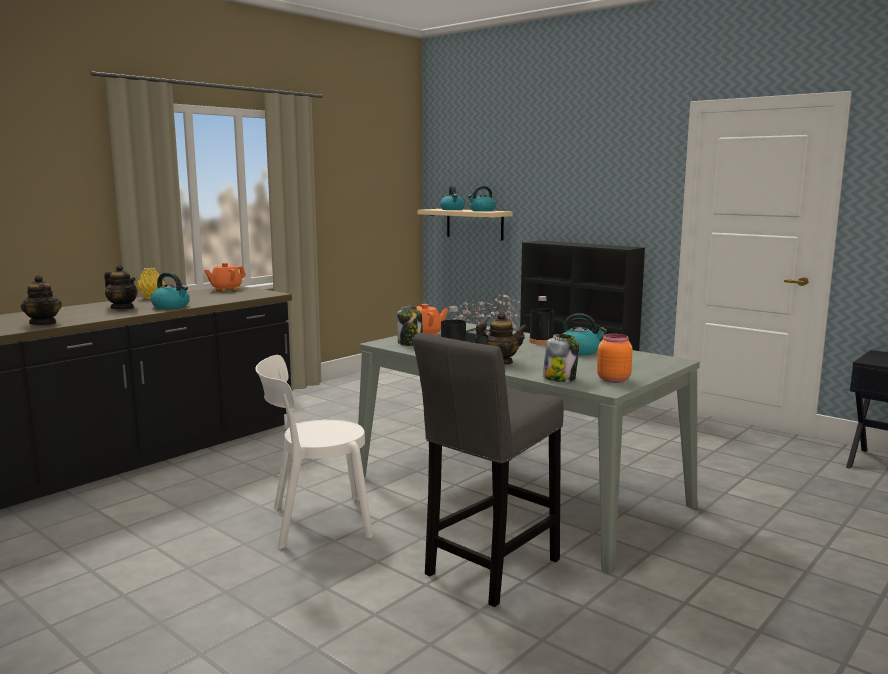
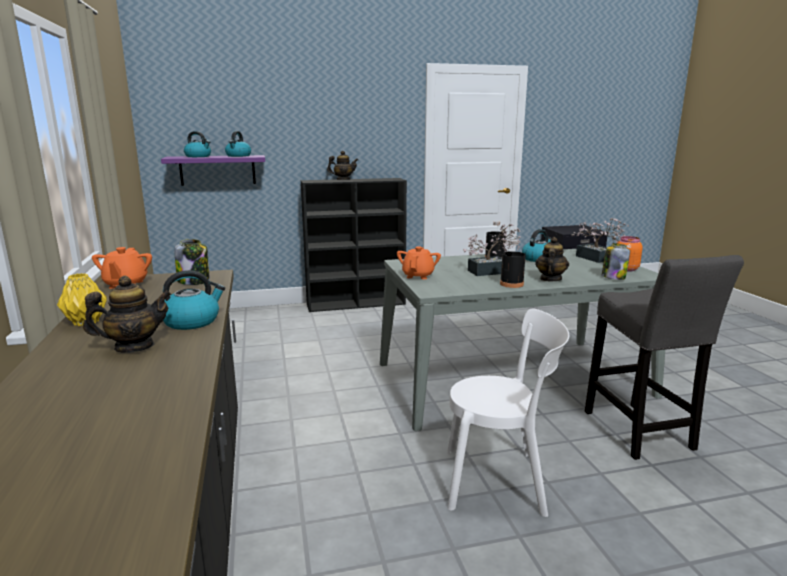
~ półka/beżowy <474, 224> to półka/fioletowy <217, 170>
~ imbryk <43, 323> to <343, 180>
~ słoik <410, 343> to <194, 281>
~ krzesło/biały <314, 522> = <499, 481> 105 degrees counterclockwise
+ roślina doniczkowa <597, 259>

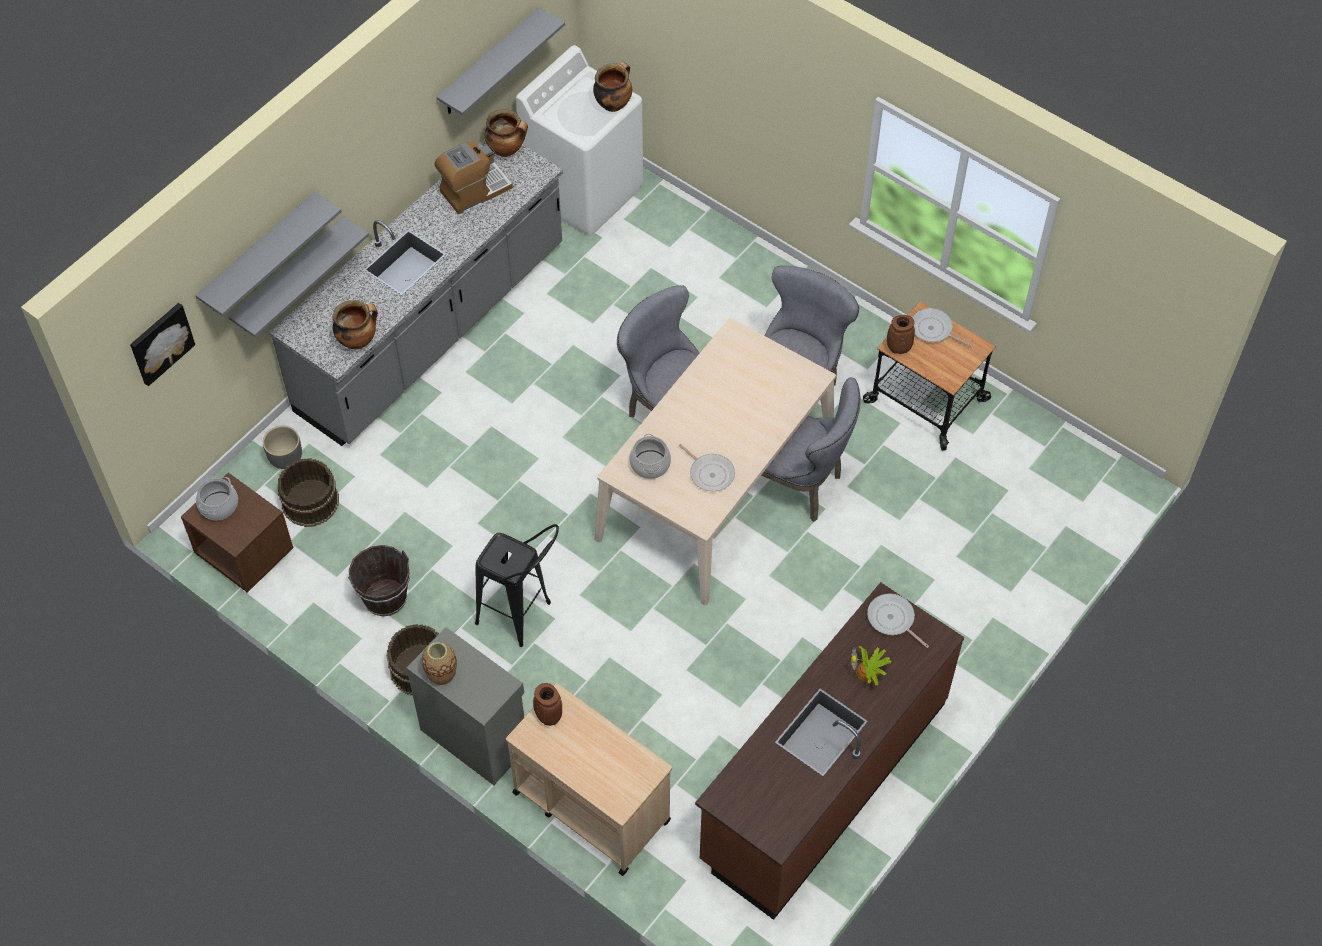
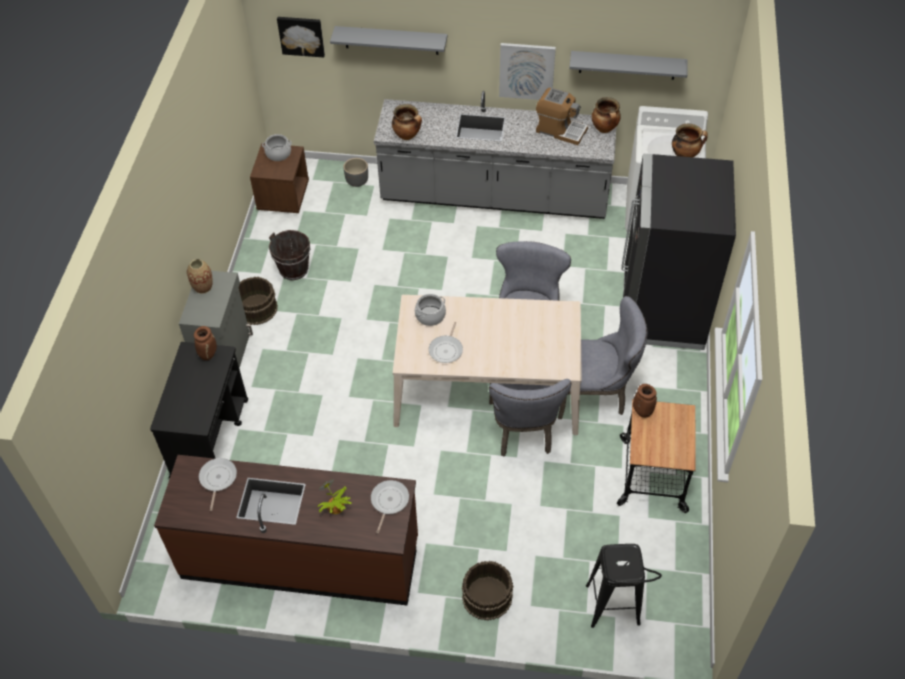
- półka/szary <289, 276>
~ patelnia <933, 330> to <217, 479>
~ wiadro/brązowy <309, 501> to <487, 596>
~ stołek/czarny <523, 618> to <614, 614>
~ wózek/beżowy <590, 806> to wózek/czarny <210, 437>
+ obraz <526, 71>
+ lodówka/czarny <662, 309>

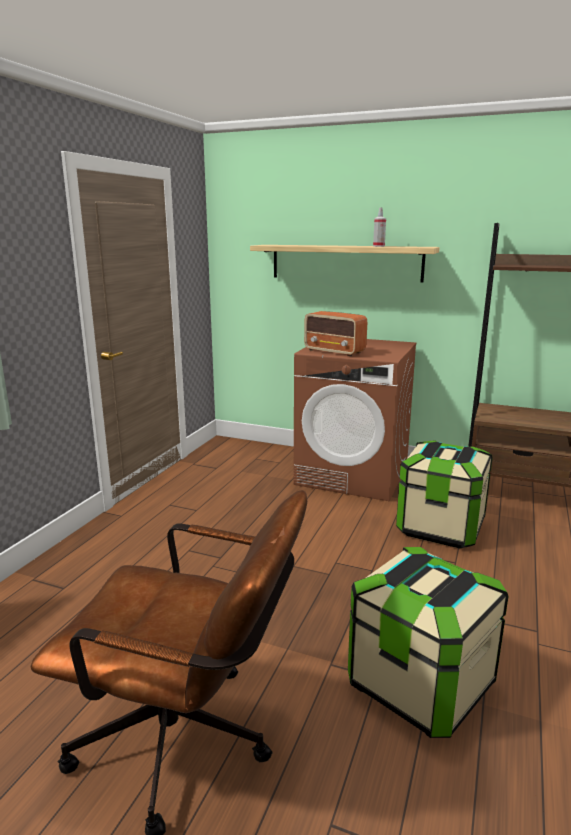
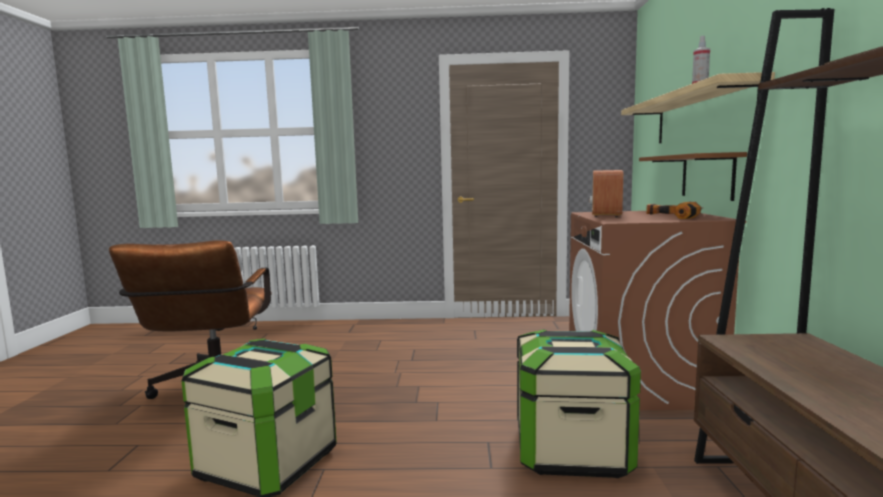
+ półka/brązowy <707, 176>
+ wiertarka <674, 217>

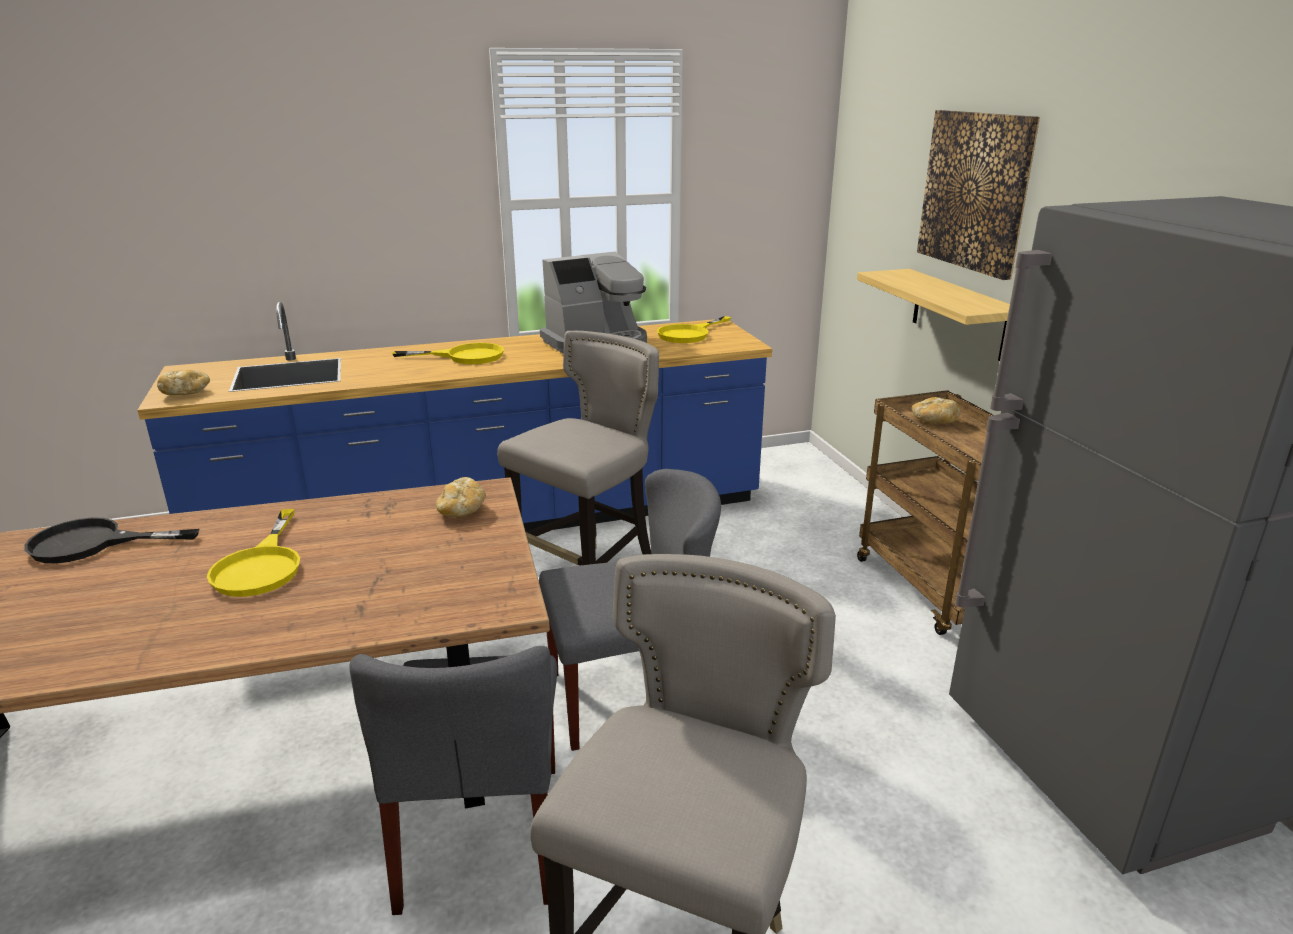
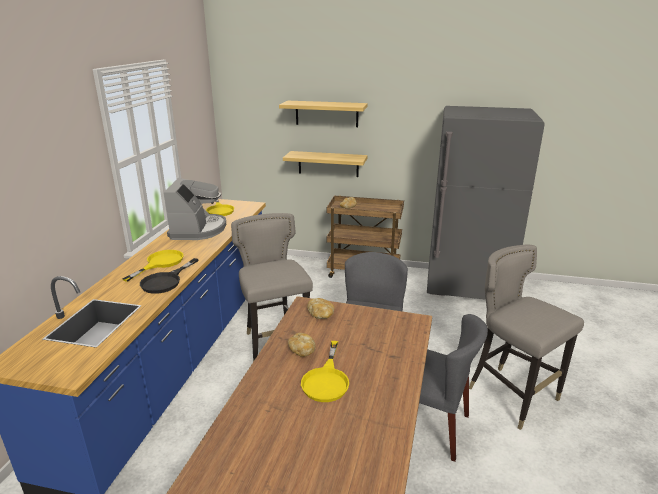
~ obraz <975, 191> to półka <326, 113>
~ chleb <186, 393> to <302, 350>
~ patelnia/żółty <261, 566> = <326, 380> 75 degrees clockwise
~ patelnia/czarny <92, 543> to <166, 281>

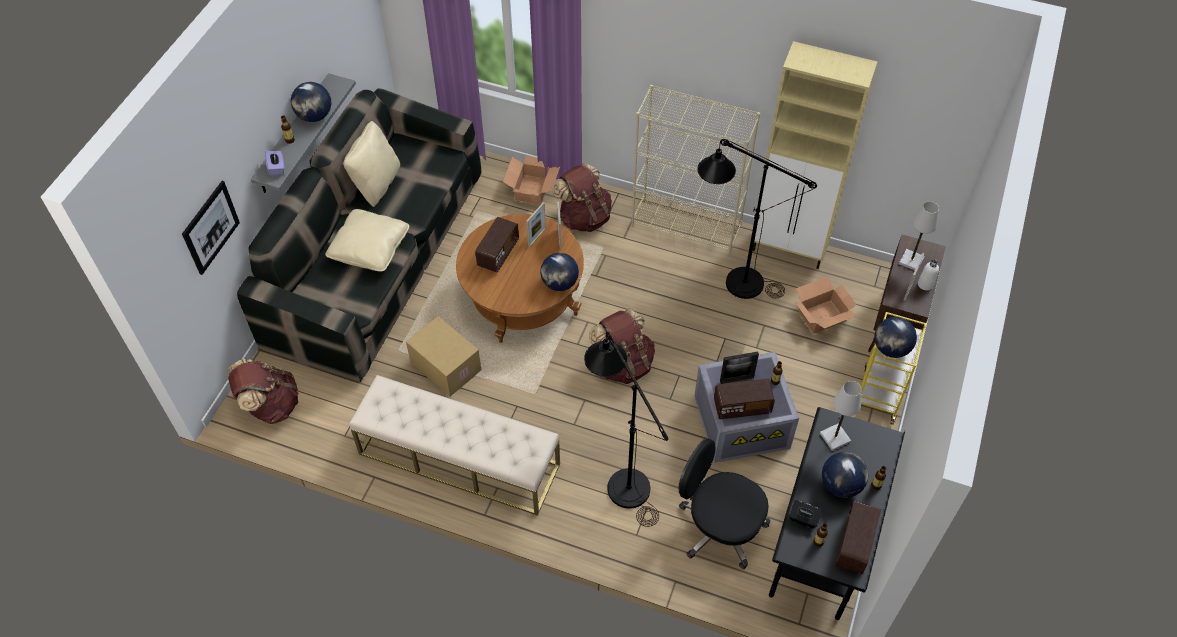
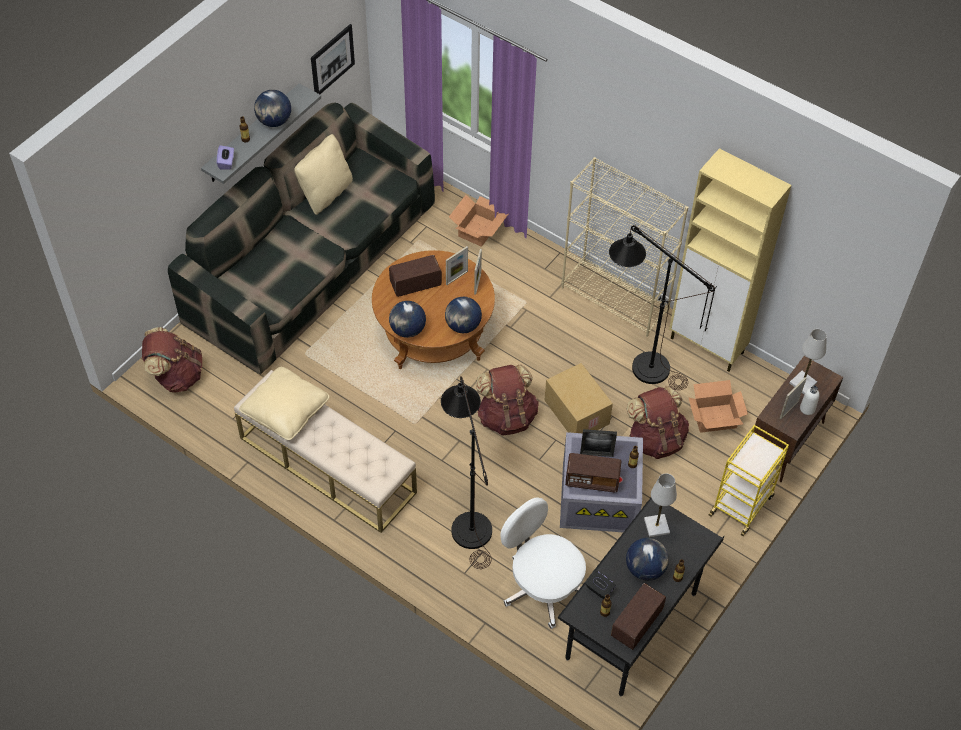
~ plecak/brązowy <584, 217> to <655, 439>
~ obraz <210, 227> to <332, 60>
~ poduszka/beżowy <370, 249> to <286, 411>
~ radio <498, 253> = <415, 284> 150 degrees counterclockwise
~ karton <444, 366> to <575, 412>
~ globus <890, 349> to <407, 330>
~ krzesło biurowe/czarny <719, 527> to krzesło biurowe/biały <542, 586>

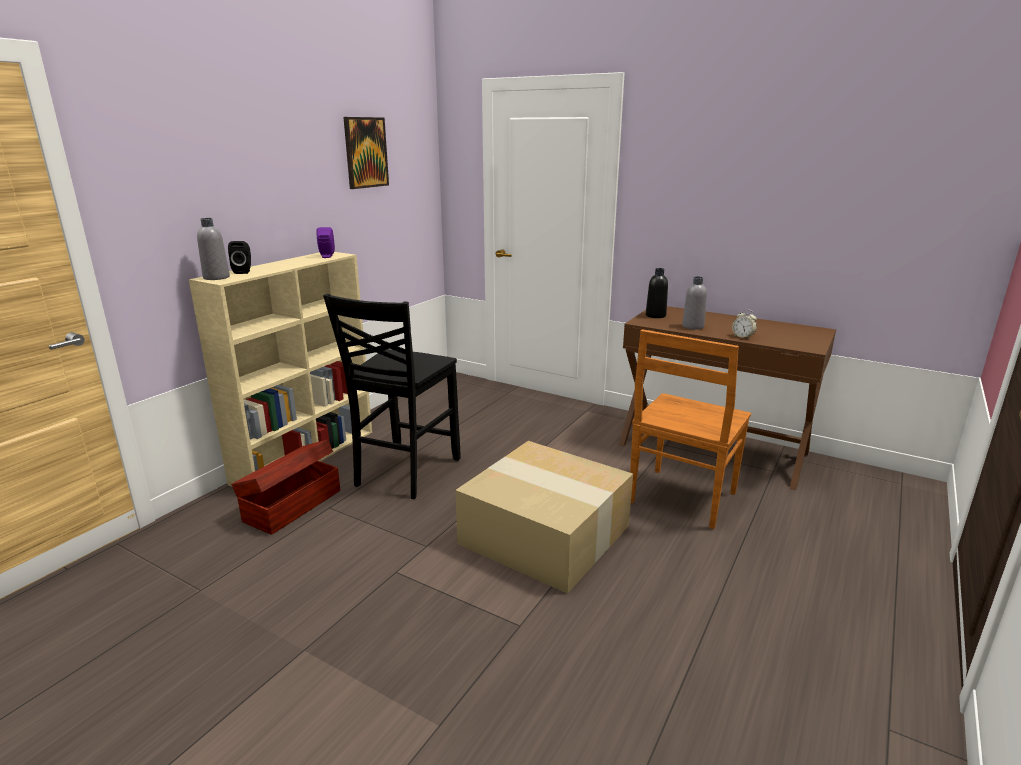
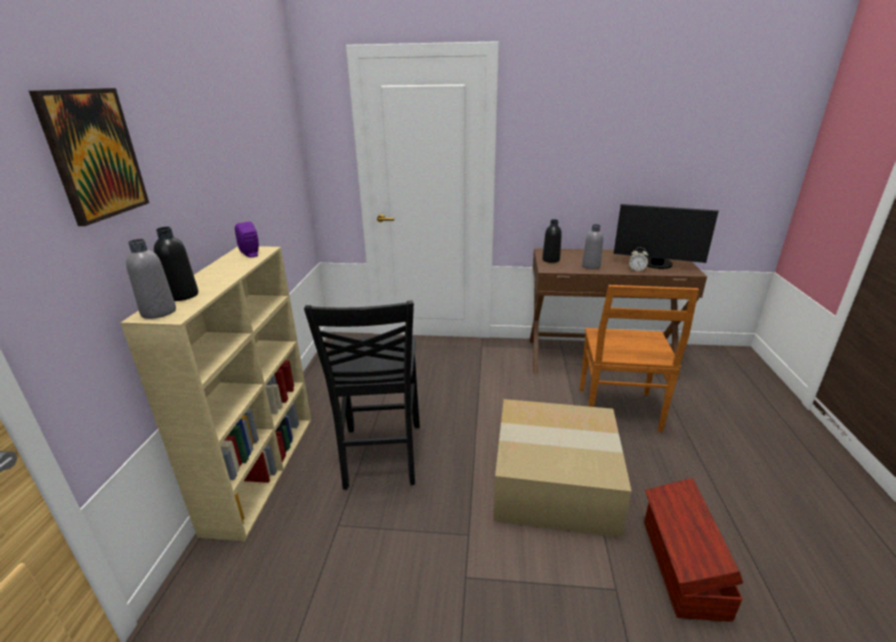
~ obraz <365, 152> to <94, 154>
~ głośnik/czarny <243, 271> to butelka/czarny <182, 295>
~ pojemnik do przechowywania/brązowy <291, 506> to <682, 567>
+ monitor <656, 265>

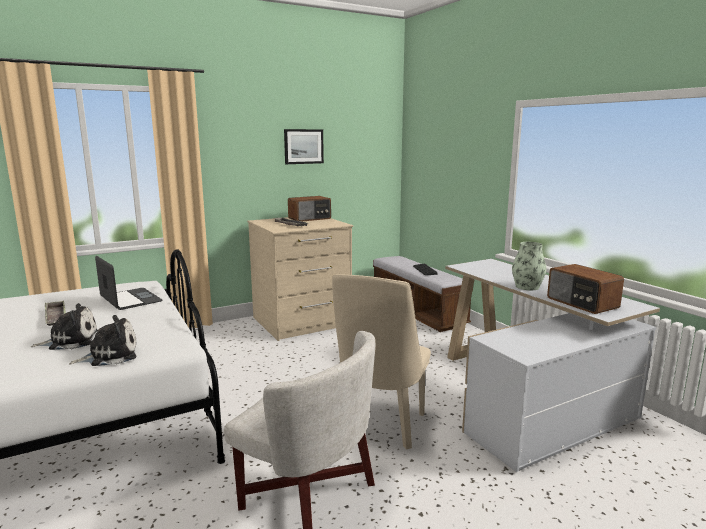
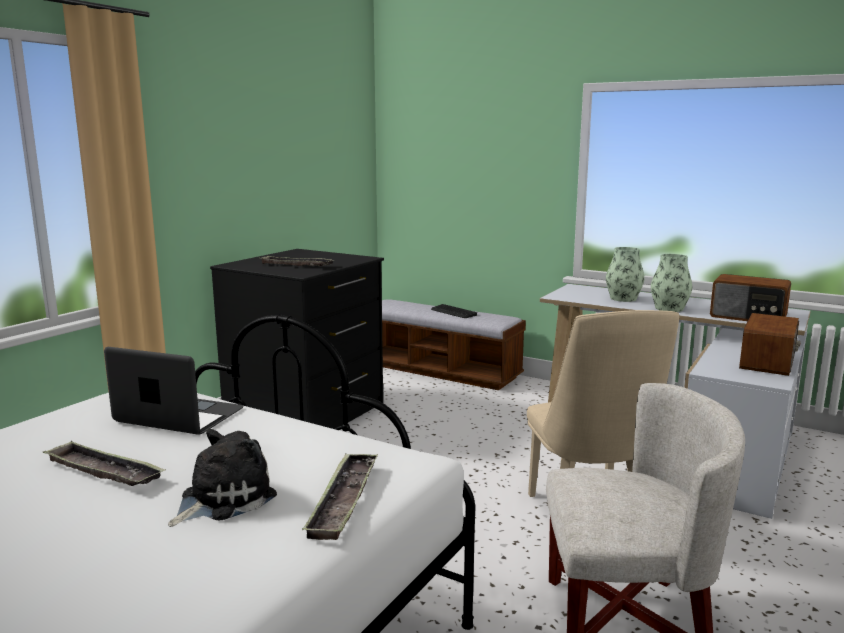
- obraz <303, 146>
~ radio <310, 218> to <768, 362>
~ komoda/beżowy <302, 322> to komoda/czarny <307, 414>
~ pluszak <110, 355> to taca <344, 500>
+ wazon <623, 298>

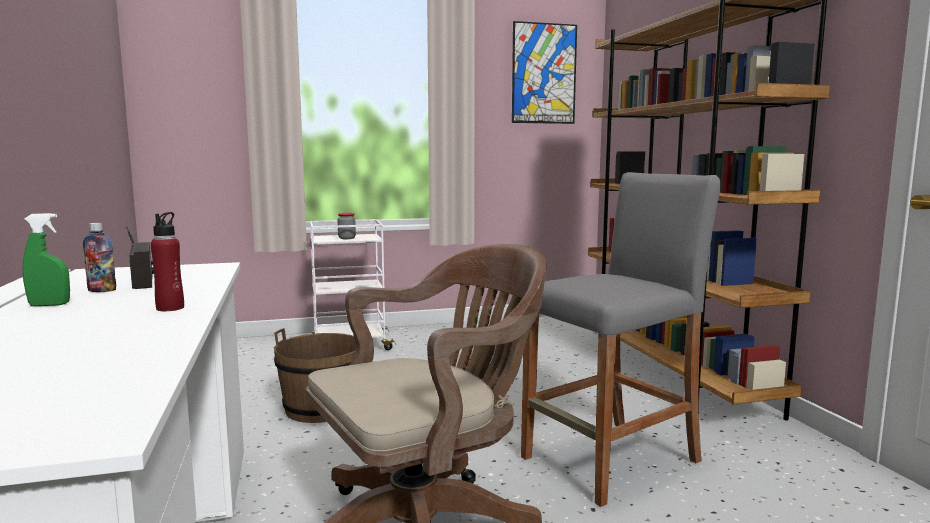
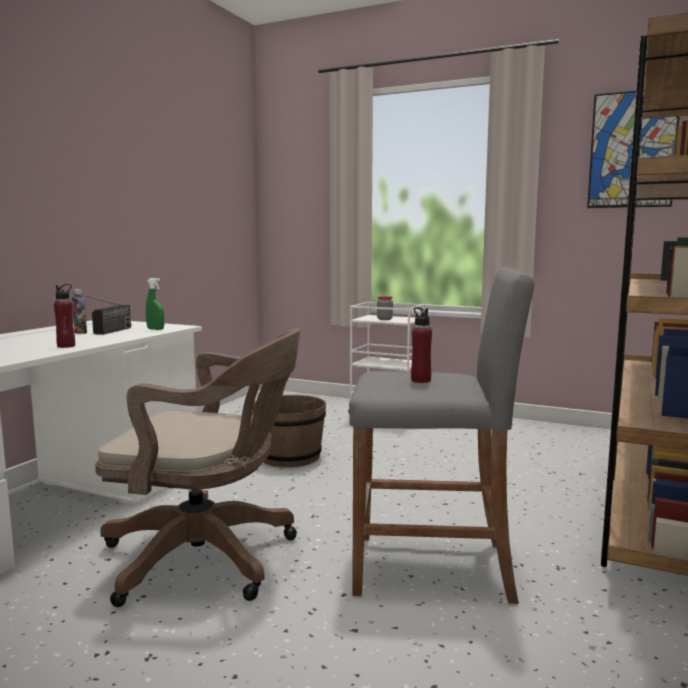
~ spryskiwacz/zielony <49, 305> to <155, 329>
+ butelka/czerwony <420, 380>

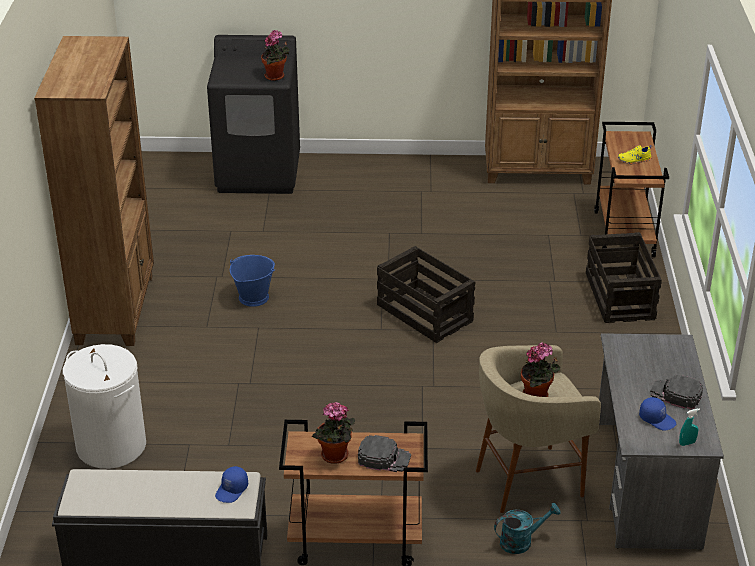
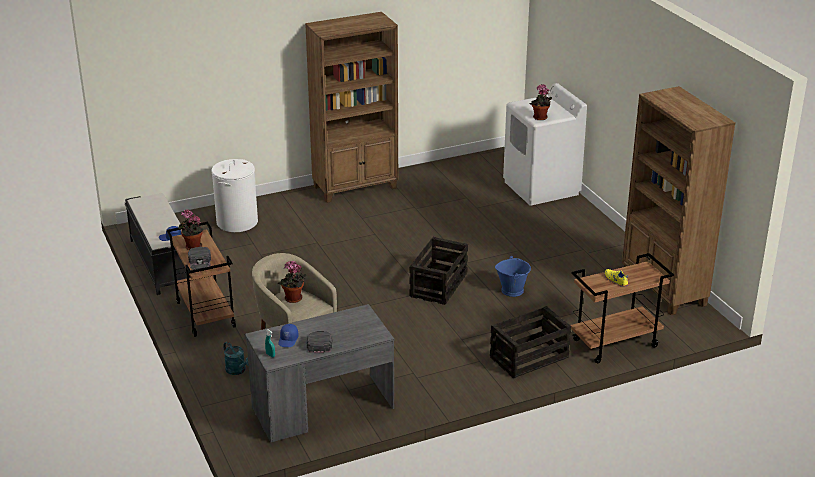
~ pralka/czarny <259, 173> to pralka/biały <541, 188>
~ wiadro/niebieski <253, 297> to <512, 290>

